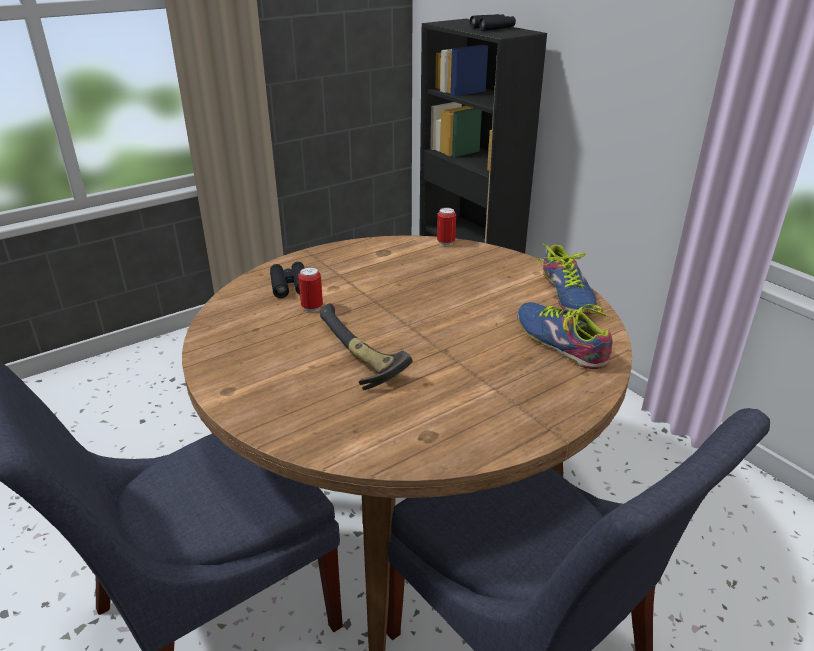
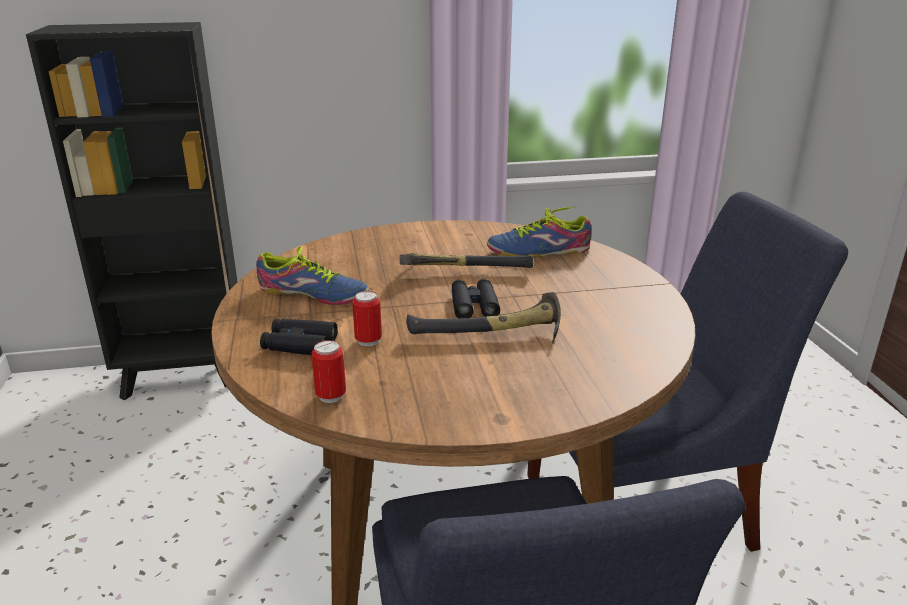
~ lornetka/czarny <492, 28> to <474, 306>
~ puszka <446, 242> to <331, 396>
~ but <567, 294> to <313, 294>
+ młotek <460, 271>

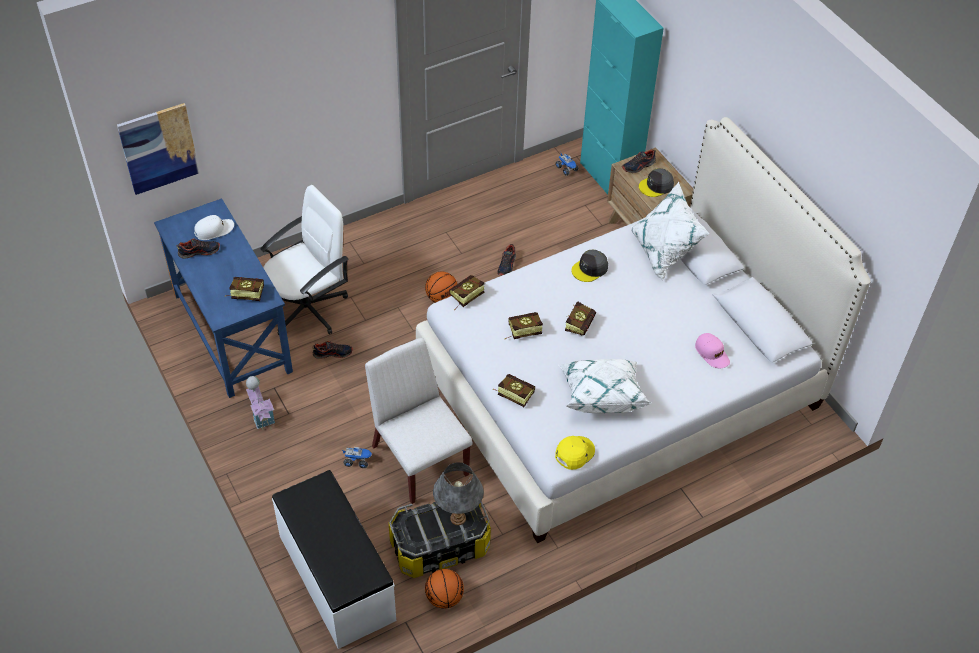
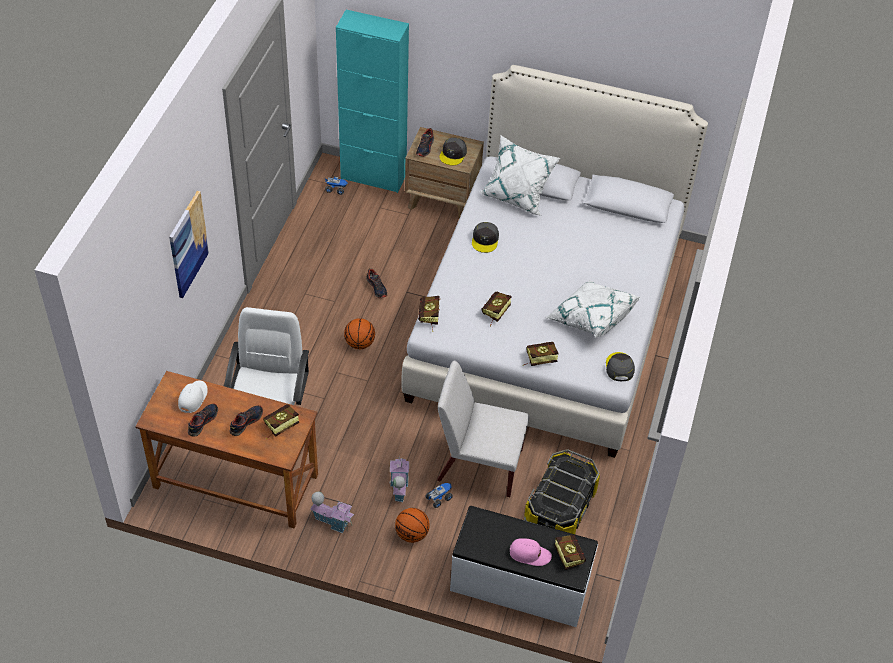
~ obraz <158, 148> to <188, 244>
~ biurko/niebieski <231, 333> to biurko/brązowy <235, 481>
~ książka <581, 323> to <567, 553>
~ czapka z daszkiem/różowy <712, 353> to <530, 554>
~ but <333, 353> to <246, 422>
~ czapka z daszkiem/żółty <574, 453> to czapka z daszkiem/szary <619, 367>
- lampa stołowa/szary <458, 518>
~ piłka do koszykówki <444, 598> to <411, 534>
+ domek <398, 487>

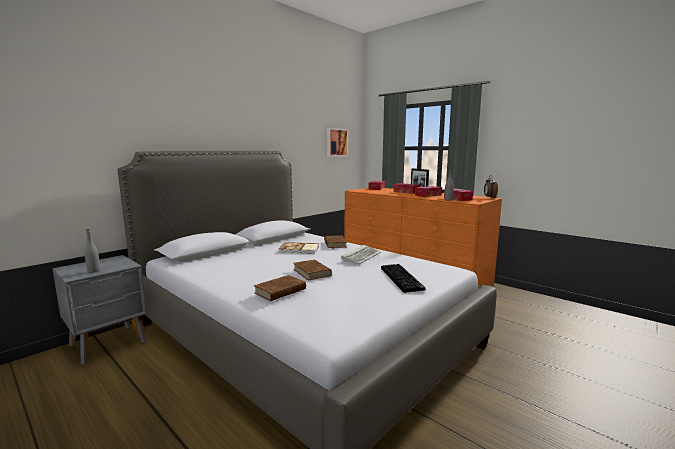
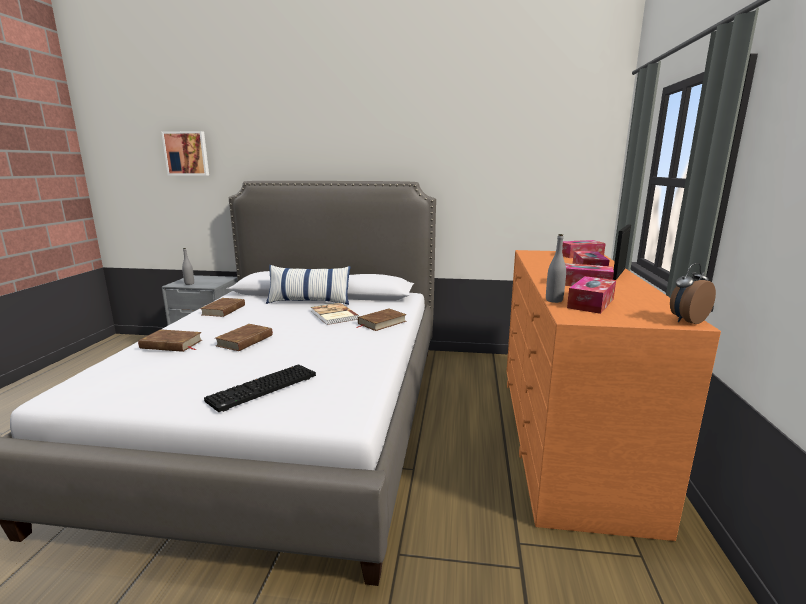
~ obraz <336, 142> to <187, 153>
- klawiatura <361, 256>
+ poduszka <309, 301>
+ książka/brązowy <224, 310>

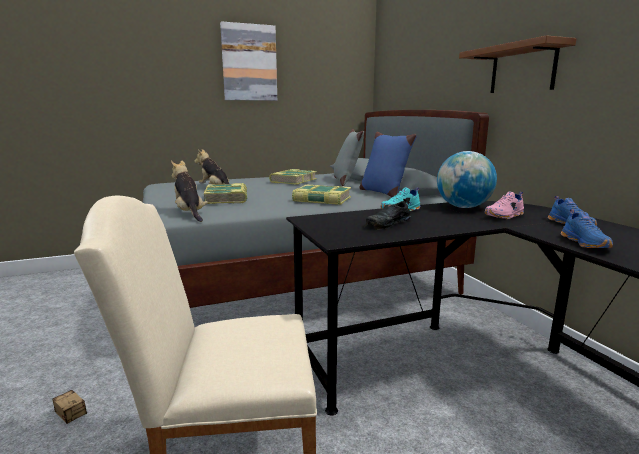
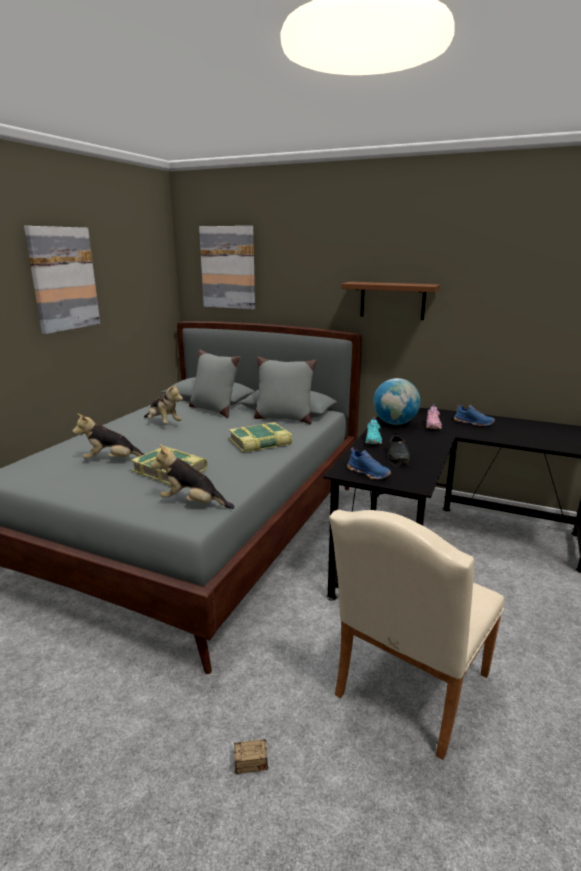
~ poduszka/niebieski <383, 193> to poduszka/szary <283, 418>
~ książka <293, 181> to pluszak <163, 423>
~ but/niebieski <586, 243> to <369, 473>
+ obraz <228, 267>

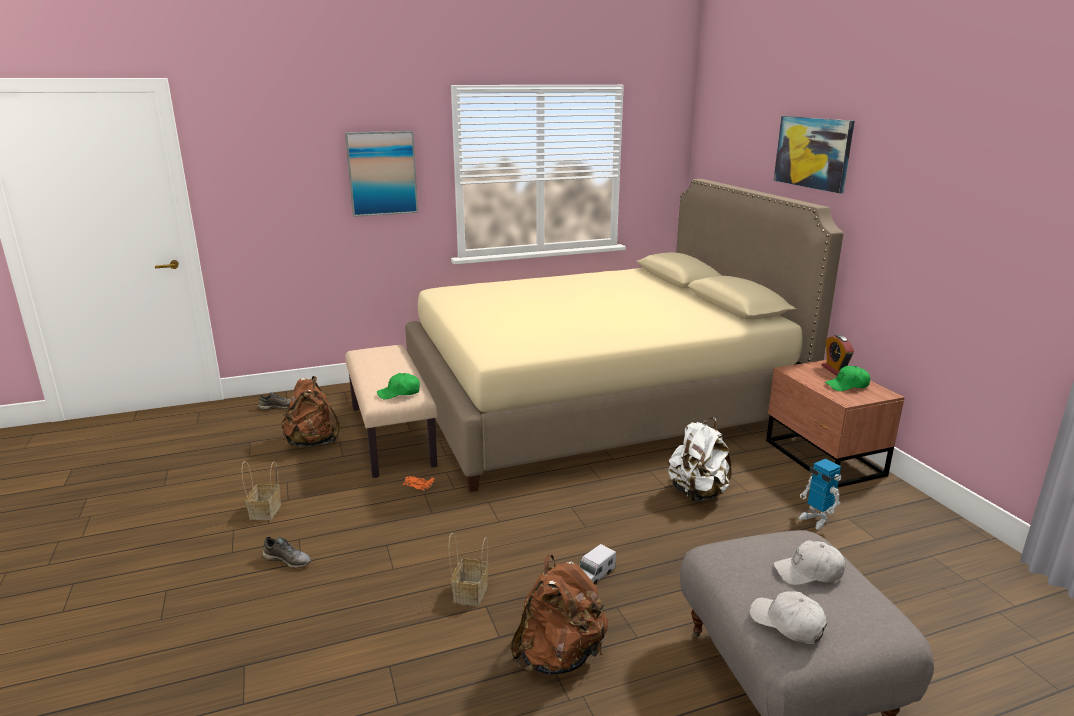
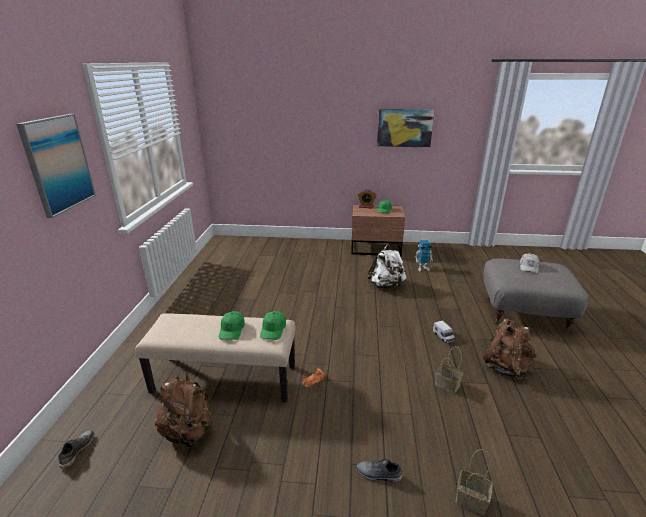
~ obraz <813, 152> to <404, 128>
- łóżko/beżowy <596, 403>
~ koszyk <265, 512> to <472, 499>
~ but/szary <288, 560> = <378, 475> 120 degrees counterclockwise
- czapka z daszkiem/biały <787, 623>
+ czapka z daszkiem/zielony <232, 330>

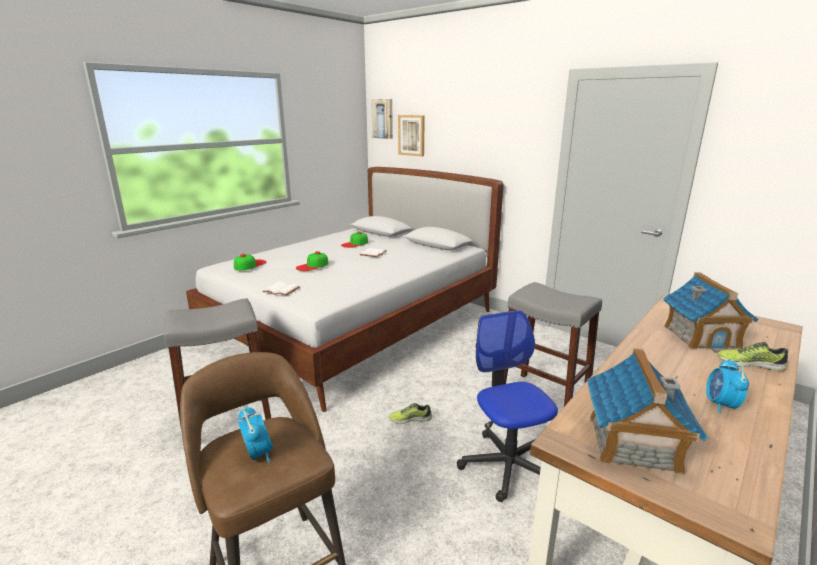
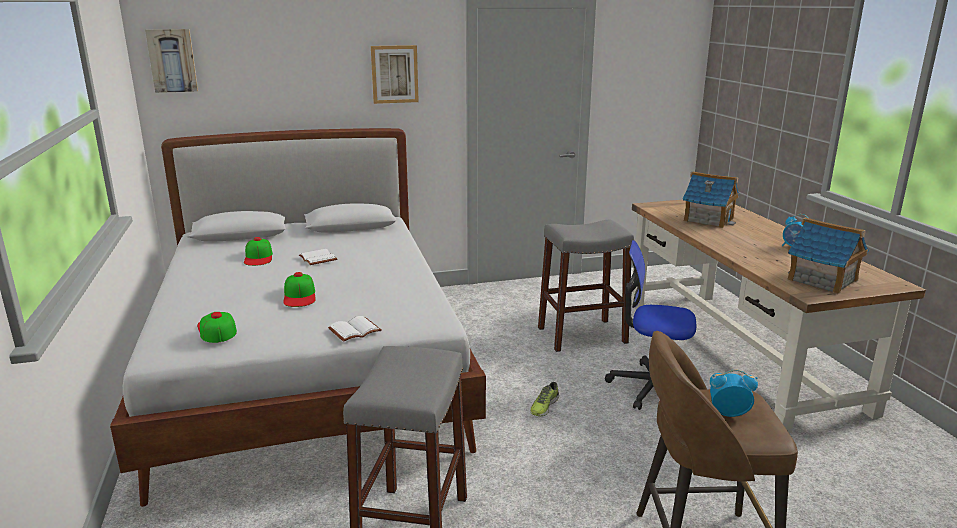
~ obraz <411, 135> to <394, 74>
- but <749, 363>

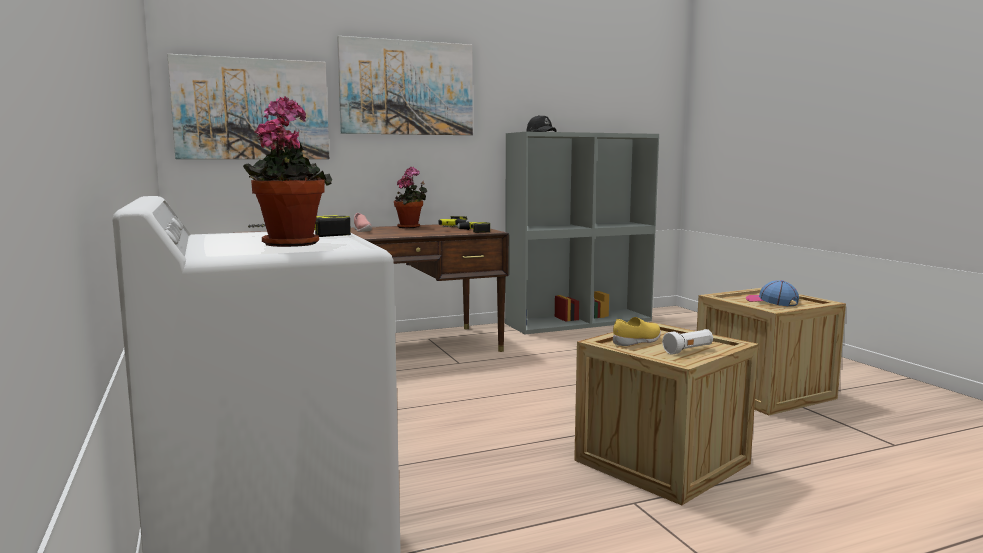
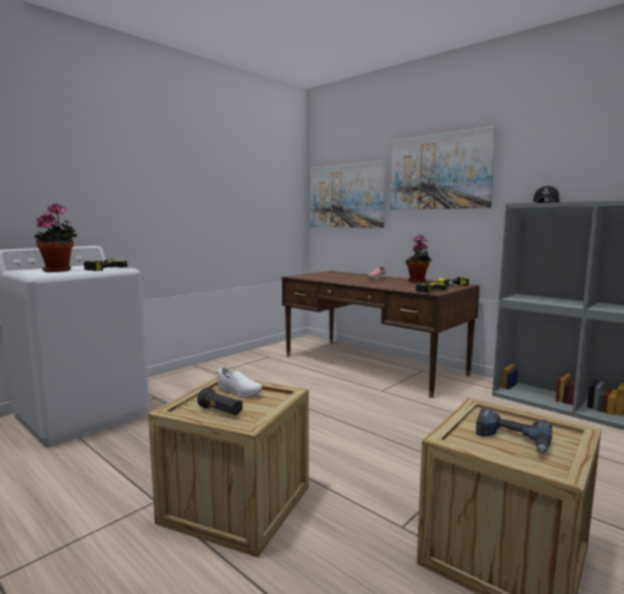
~ czapka z daszkiem <771, 301> to wiertarka <512, 438>
~ but/żółty <637, 342> to but/biały <238, 393>
~ latarka/biały <688, 350> to latarka/czarny <221, 411>

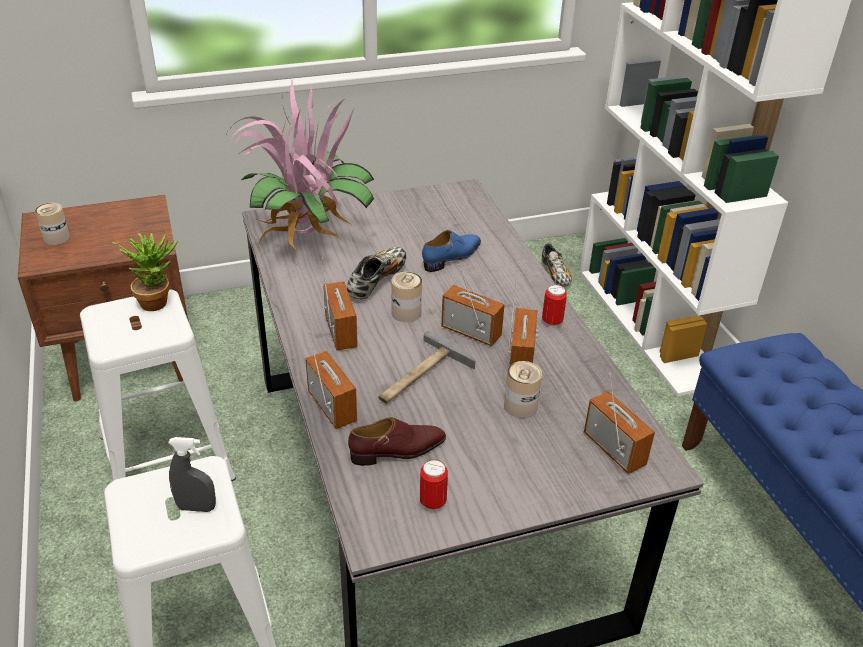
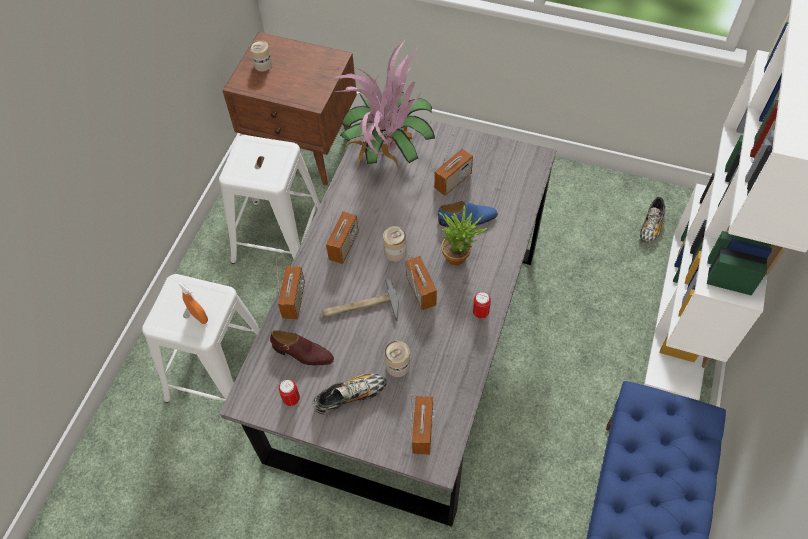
~ roślina doniczkowa <157, 300> to <460, 255>
~ but <377, 281> to <350, 397>
~ radio <521, 360> to <453, 181>
~ spryskiwacz/szary <196, 507> to spryskiwacz/pomarańczowy <199, 317>

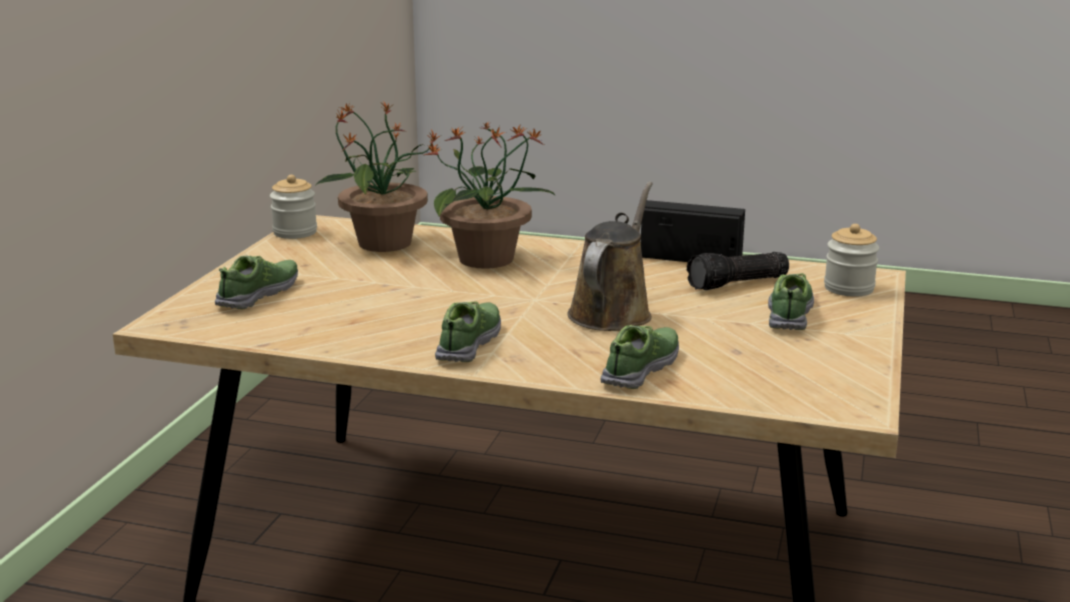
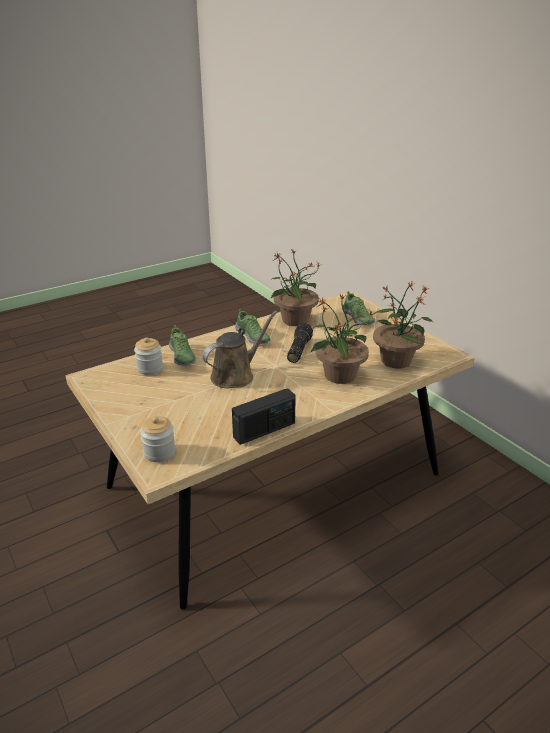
~ słoik <295, 232> to <150, 369>
~ konewka/brązowy <612, 312> = <235, 375> 105 degrees counterclockwise
~ latarka <738, 284> to <298, 349>
- but <790, 313>
+ roślina doniczkowa <294, 320>

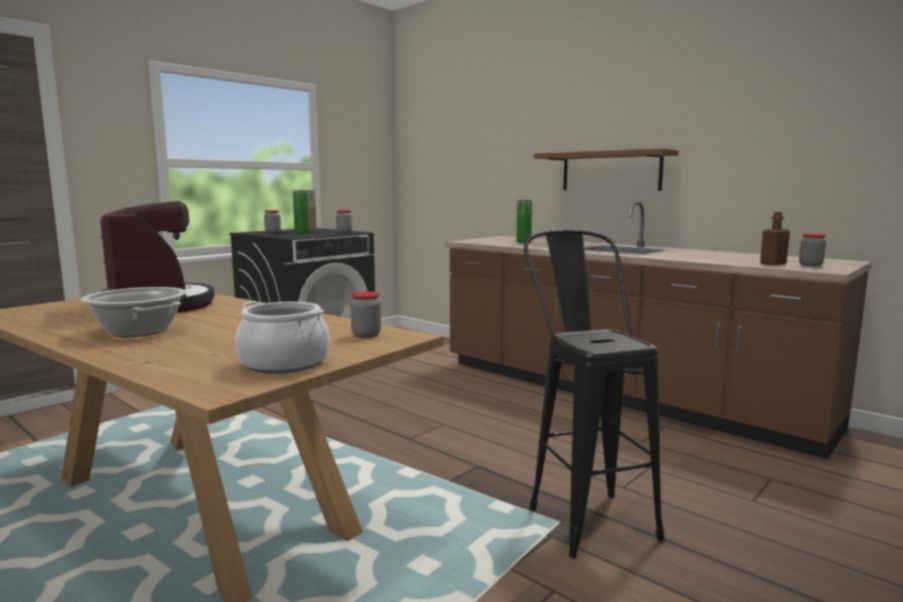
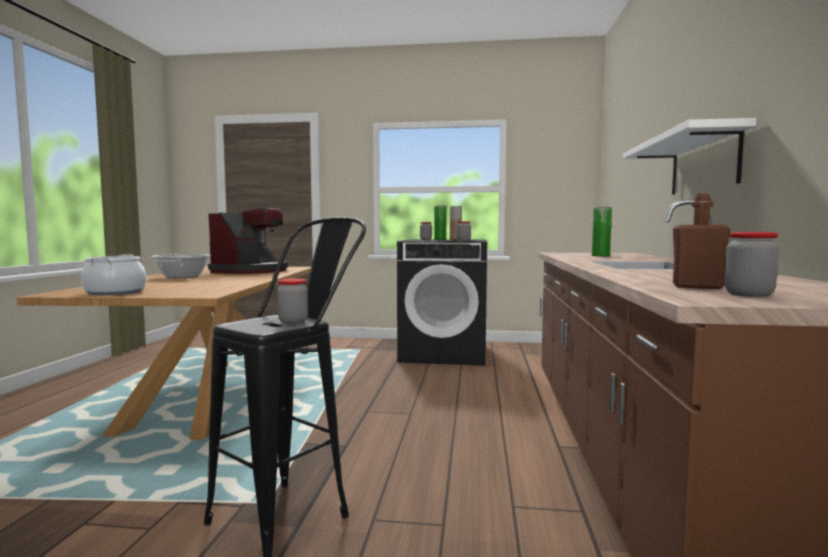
~ półka/brązowy <610, 171> to półka/biały <703, 164>
~ słoik <366, 335> to <293, 321>

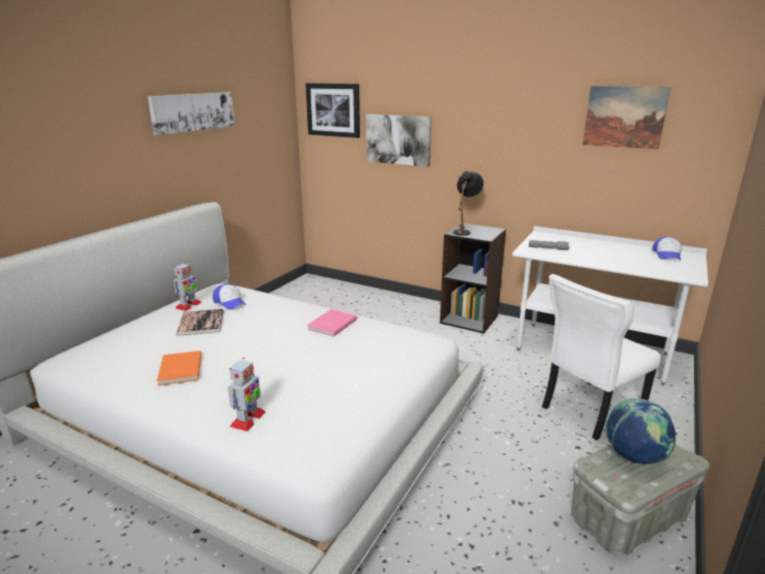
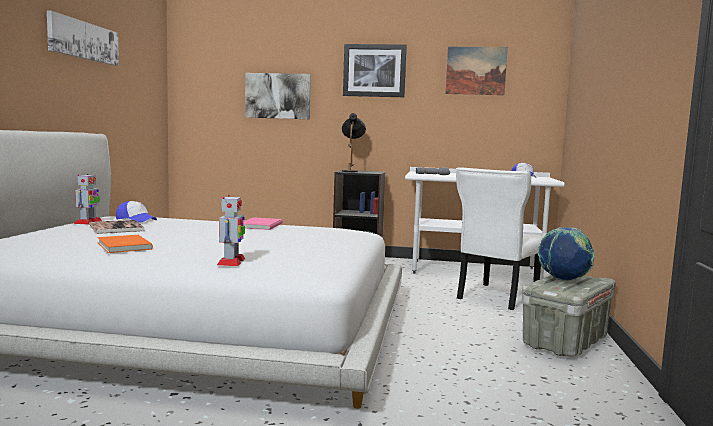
~ obraz <333, 110> to <374, 70>

